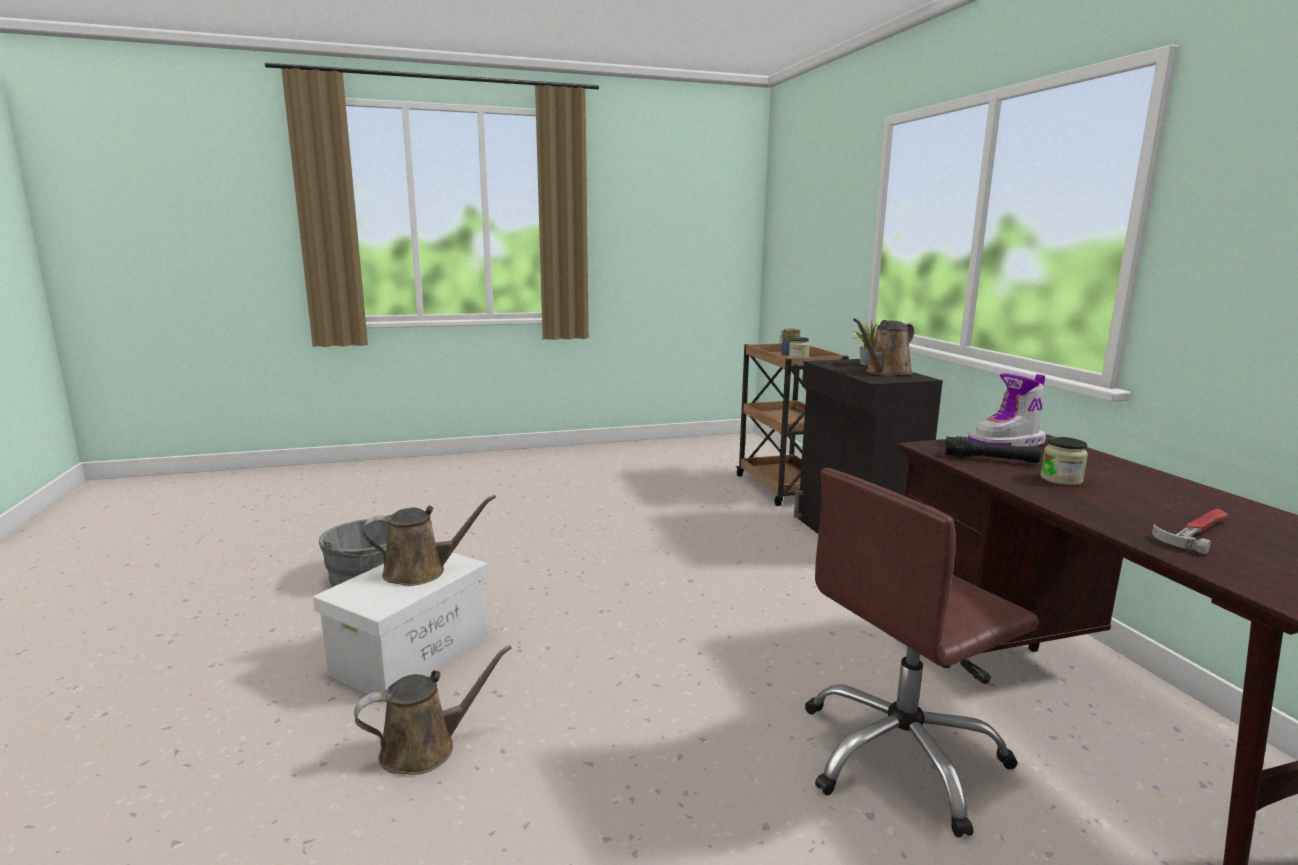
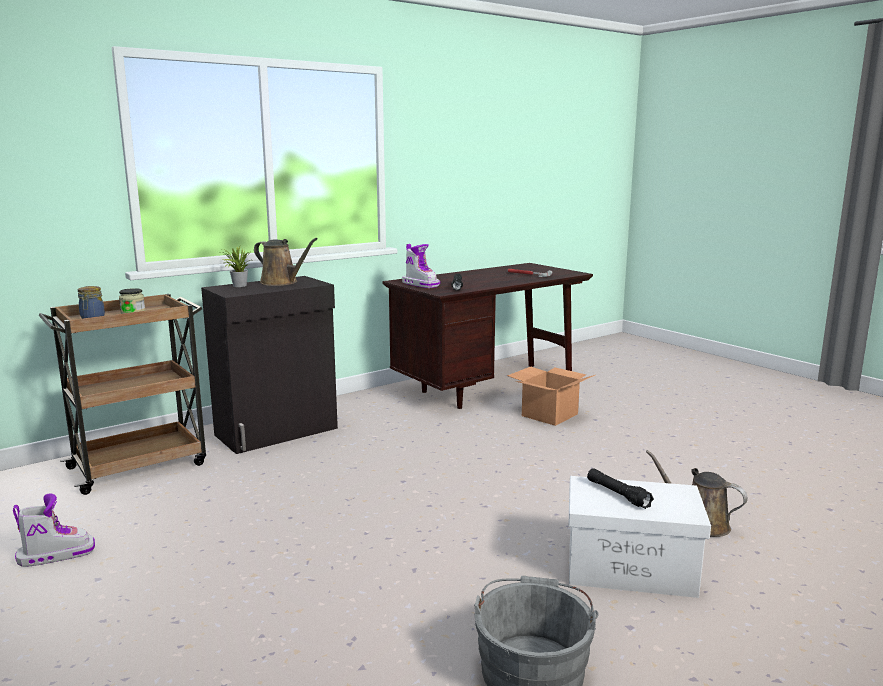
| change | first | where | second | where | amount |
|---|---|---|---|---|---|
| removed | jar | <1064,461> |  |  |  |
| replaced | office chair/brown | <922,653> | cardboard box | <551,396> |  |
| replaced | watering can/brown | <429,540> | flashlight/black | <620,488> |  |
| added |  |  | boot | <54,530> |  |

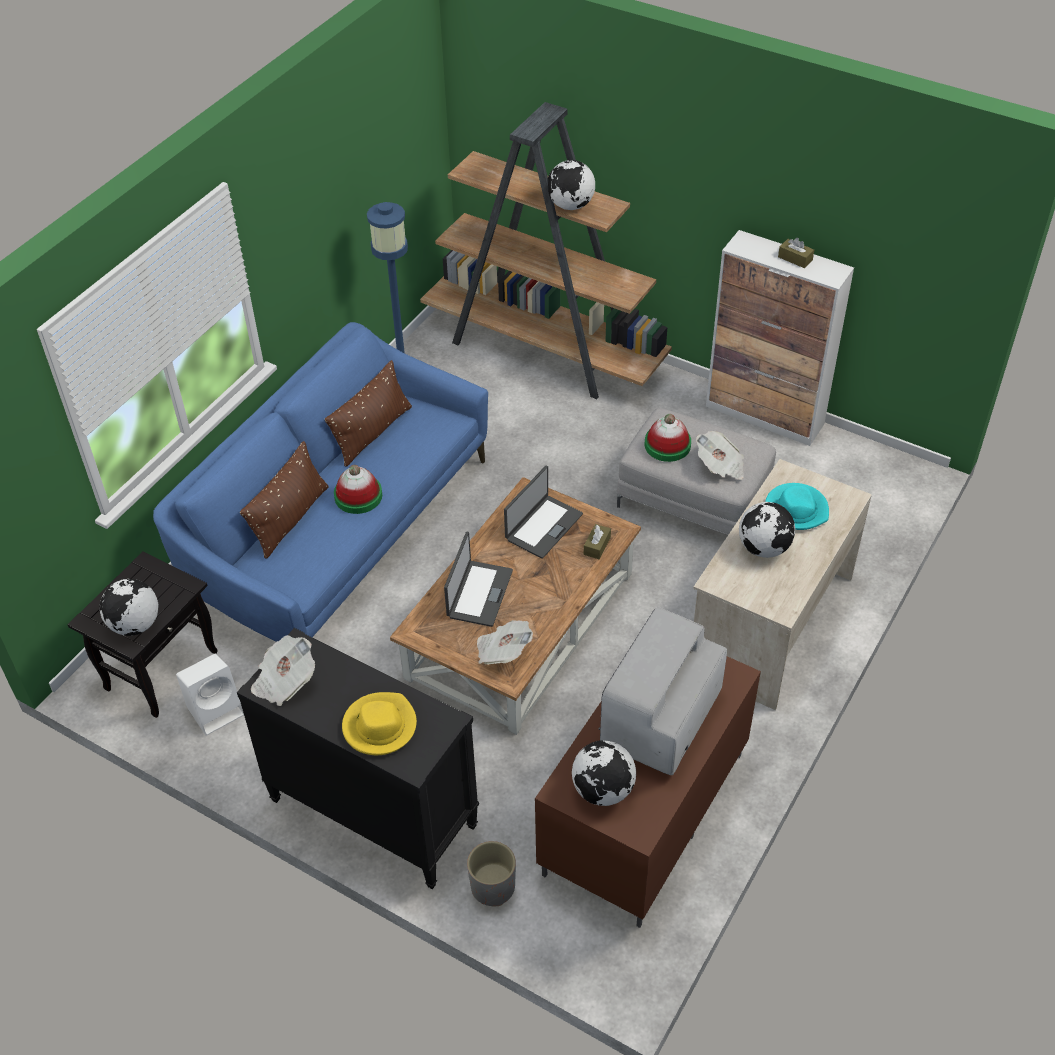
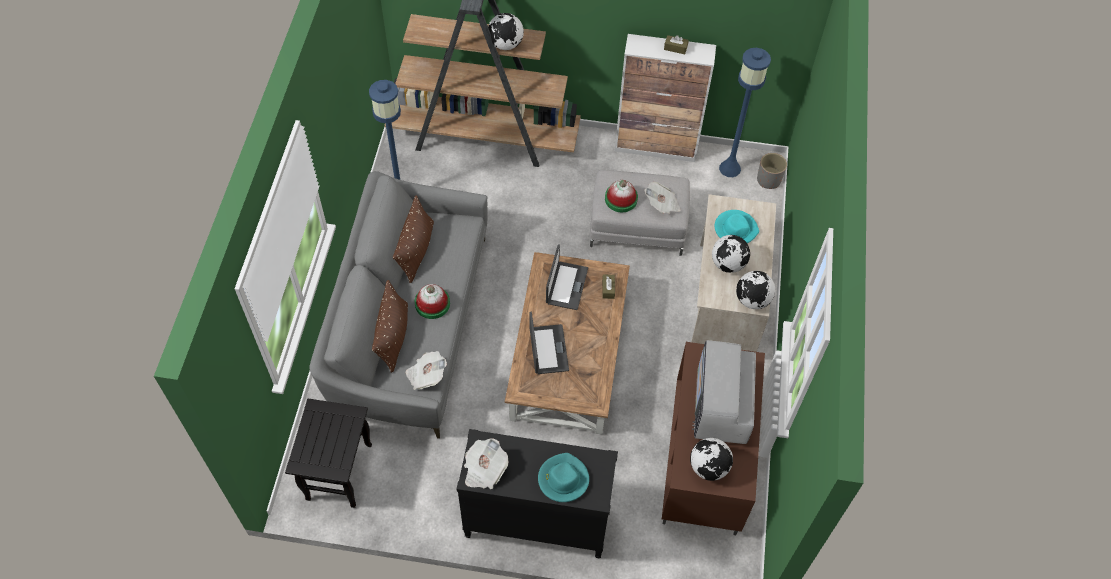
| change | first | where | second | where | amount |
|---|---|---|---|---|---|
| recoloured | sofa/blue | <320,482> | sofa/grey | <399,305> |  |
| moved | globe | <128,607> |  | <755,290> |  |
| moved | newspaper | <505,642> |  | <426,370> |  |
| removed | speaker/white | <210,695> |  |  |  |
| recoloured | hat/yellow | <379,723> | hat/turquoise | <563,477> |  |
| moved | planter/grey | <491,873> |  | <772,171> |  |
| added |  |  | floor lamp/blue | <745,112> |  |

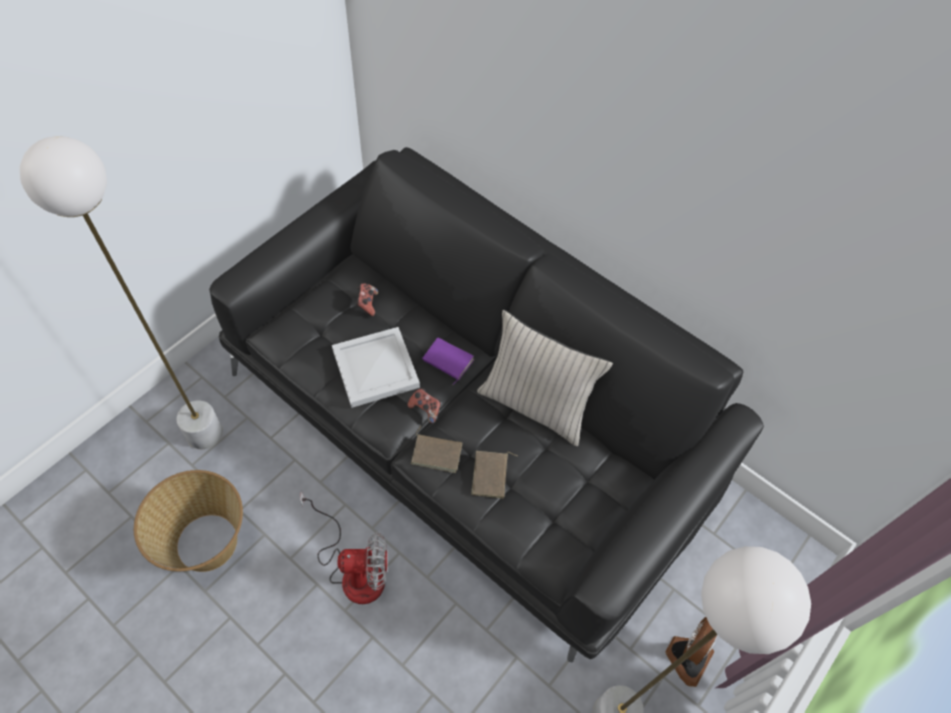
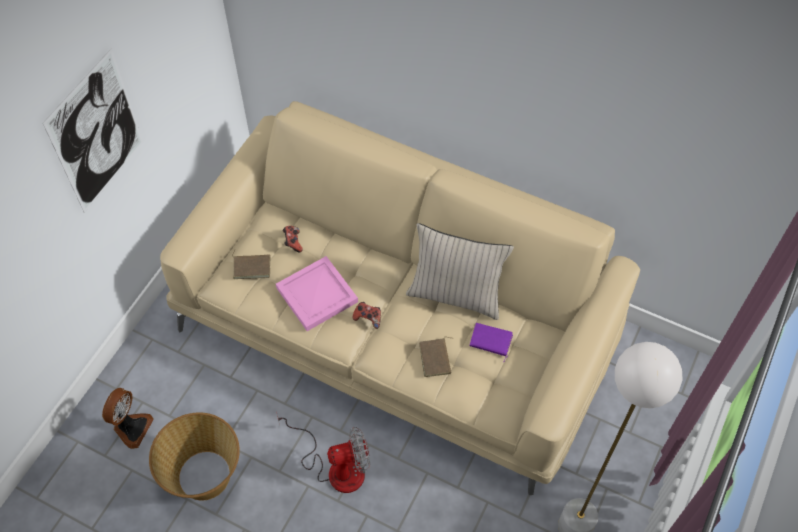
| change | first | where | second | where | amount |
|---|---|---|---|---|---|
| removed | floor lamp/white | <121,292> |  |  |  |
| recoloured | sofa/black | <486,404> | sofa/beige | <400,298> |  |
| recoloured | tray/white | <376,367> | tray/pink | <317,293> |  |
| moved | book/purple | <448,361> |  | <491,342> |  |
| moved | book/brown | <436,449> |  | <251,264> |  |
| moved | fan | <691,652> |  | <128,418> |  |
| added |  |  | picture | <93,130> |  |

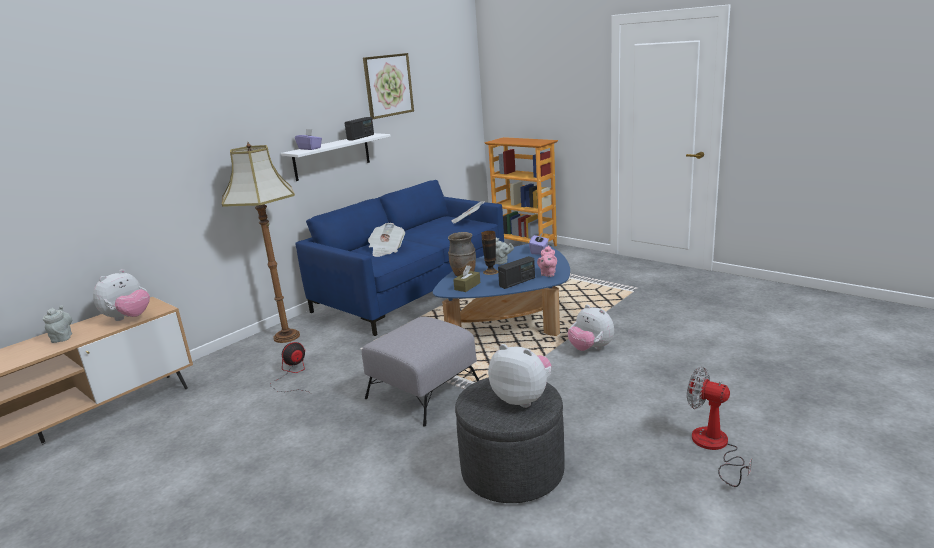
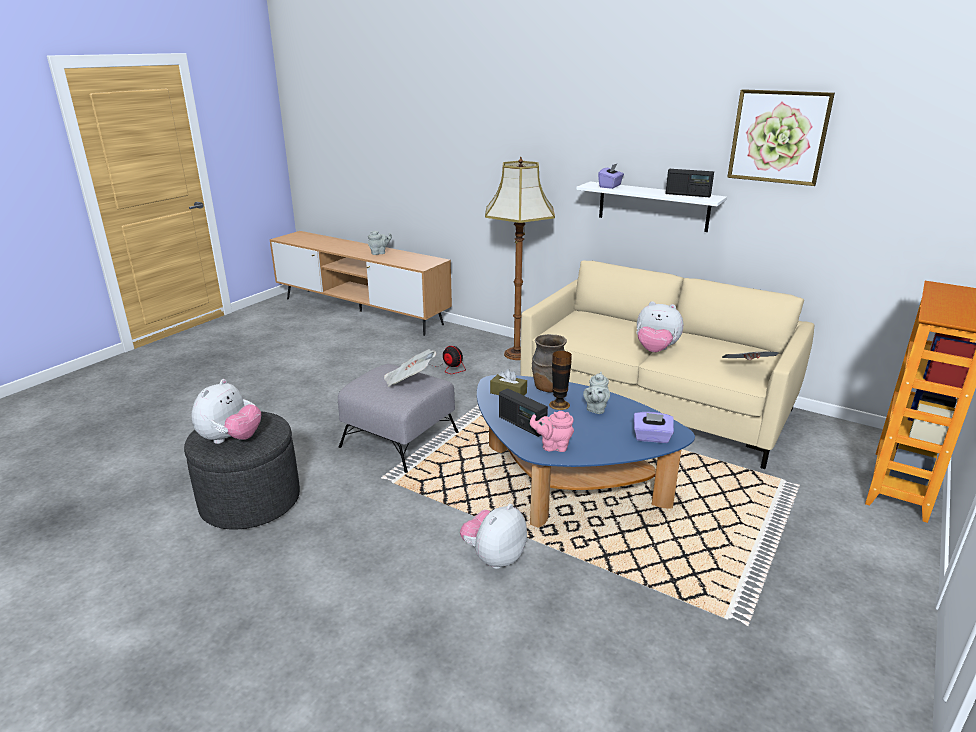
| change | first | where | second | where | amount |
|---|---|---|---|---|---|
| recoloured | sofa/blue | <399,258> | sofa/beige | <667,364> |  |
| moved | newspaper | <386,240> |  | <410,368> |  |
| moved | plush toy | <121,295> |  | <660,326> |  |
| removed | fan | <719,427> |  |  |  |

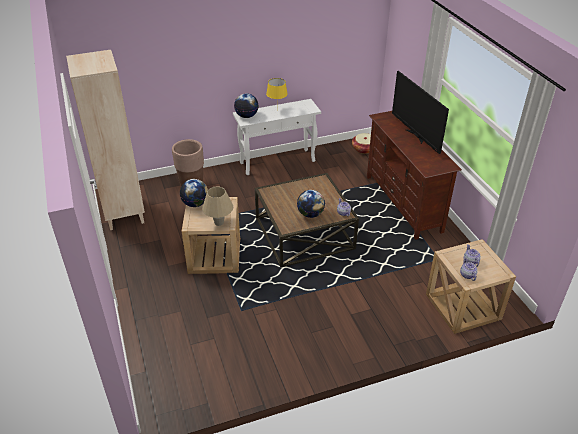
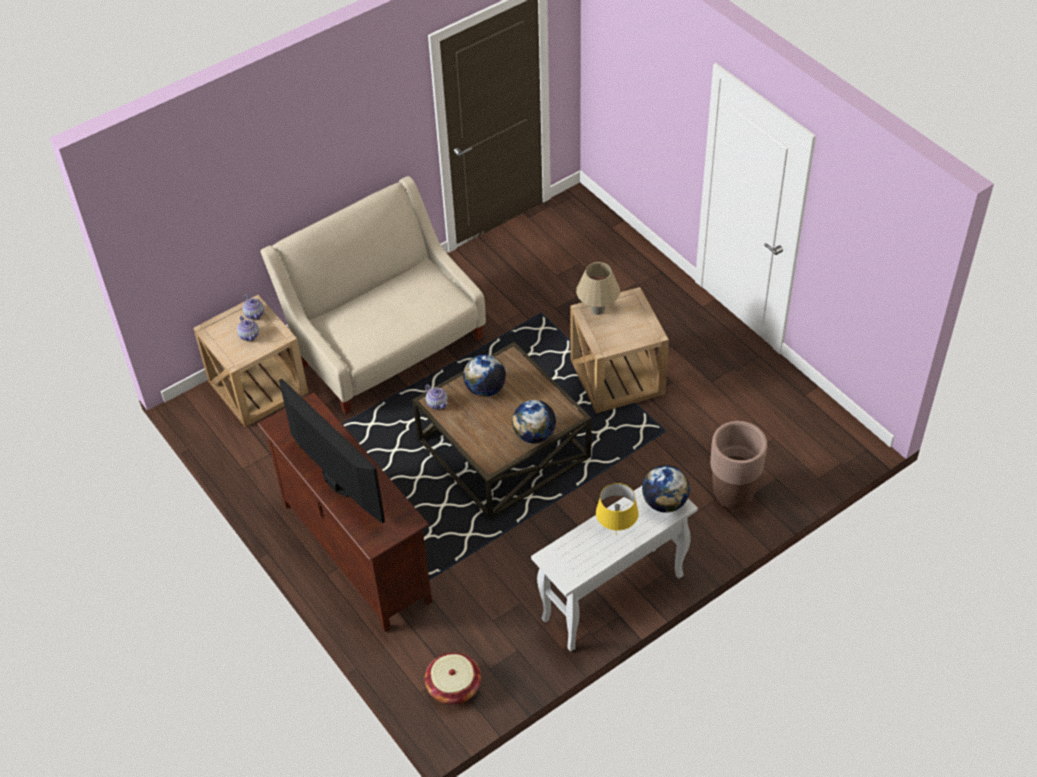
| change | first | where | second | where | amount |
|---|---|---|---|---|---|
| removed | bookcase/beige | <105,140> |  |  |  |
| moved | globe | <194,193> |  | <534,422> |  |
| added |  |  | sofa/beige | <373,295> |  |

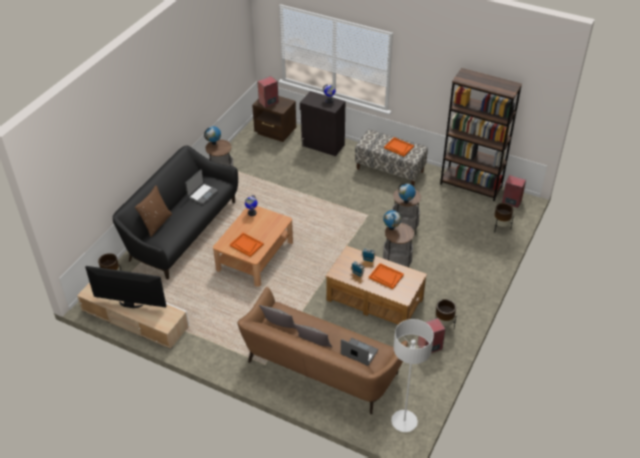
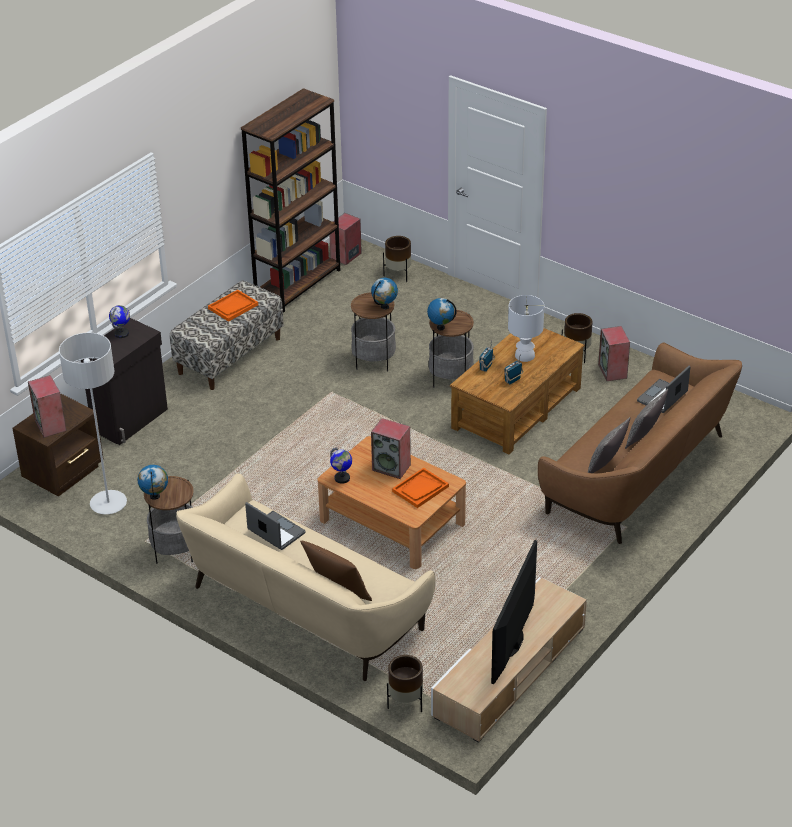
| change | first | where | second | where | amount |
|---|---|---|---|---|---|
| recoloured | sofa/black | <175,212> | sofa/beige | <305,577> |  |
| replaced | tray/orange | <386,276> | table lamp/white | <526,328> |  |
| moved | floor lamp/grey | <412,375> |  | <93,423> |  |
| added |  |  | speaker | <391,448> |  |

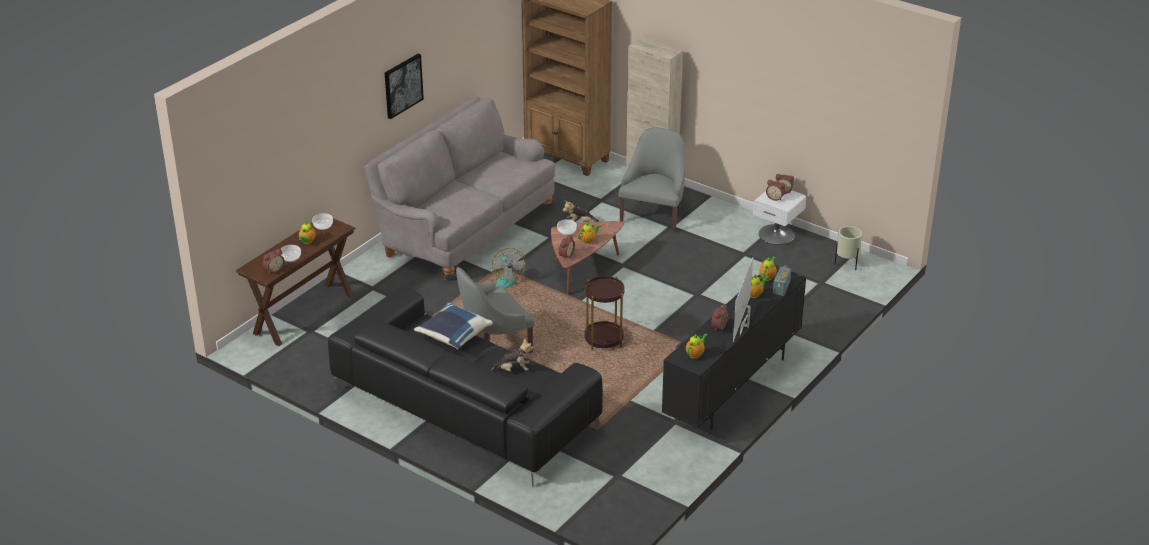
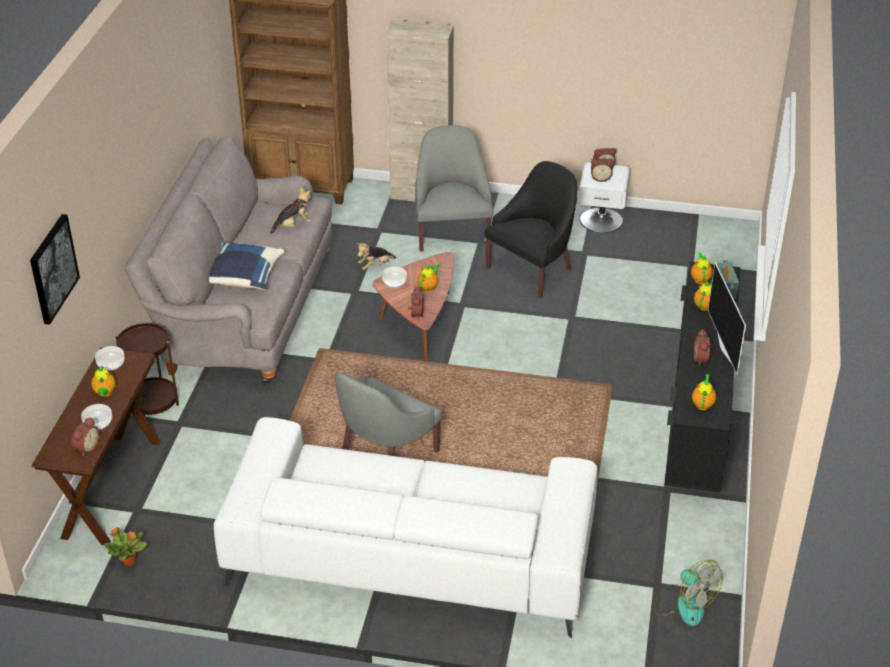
| change | first | where | second | where | amount |
|---|---|---|---|---|---|
| moved | picture | <404,86> |  | <55,269> |  |
| removed | planter/beige | <848,248> |  |  |  |
| moved | fan | <506,268> |  | <688,593> |  |
| moved | side table/brown | <604,313> |  | <147,369> |  |
| recoloured | sofa/black | <465,386> | sofa/white | <406,527> |  |
| moved | pillow/blue | <453,325> |  | <247,266> |  |
| moved | plush toy | <512,355> |  | <290,210> |  |
| added |  |  | armchair/black | <531,229> |  |
| added |  |  | potted plant | <125,546> |  |

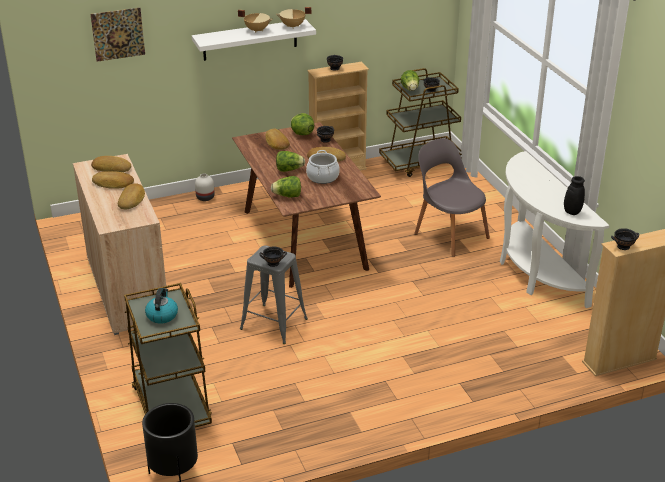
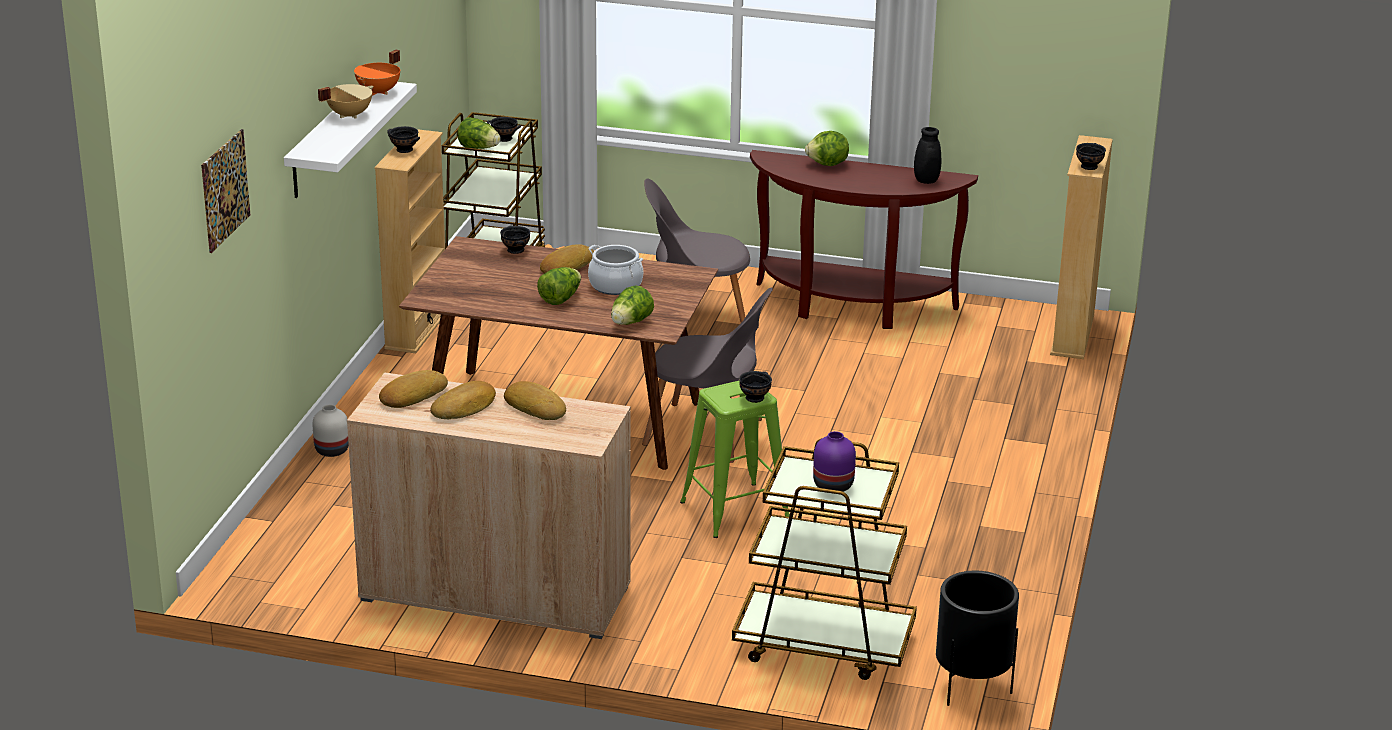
| change | first | where | second | where | amount |
|---|---|---|---|---|---|
| recoloured | cooking pot/beige | <293,17> | cooking pot/orange | <377,73> |  |
| moved | lettuce | <302,124> |  | <827,148> |  |
| removed | bread | <277,139> |  |  |  |
| recoloured | console table/white | <555,229> | console table/brown | <864,239> |  |
| recoloured | stool/grey | <274,294> | stool/green | <735,459> |  |
| replaced | kettle | <161,305> | vase/purple | <834,461> |  |
| added |  |  | chair/grey | <707,375> |  |

